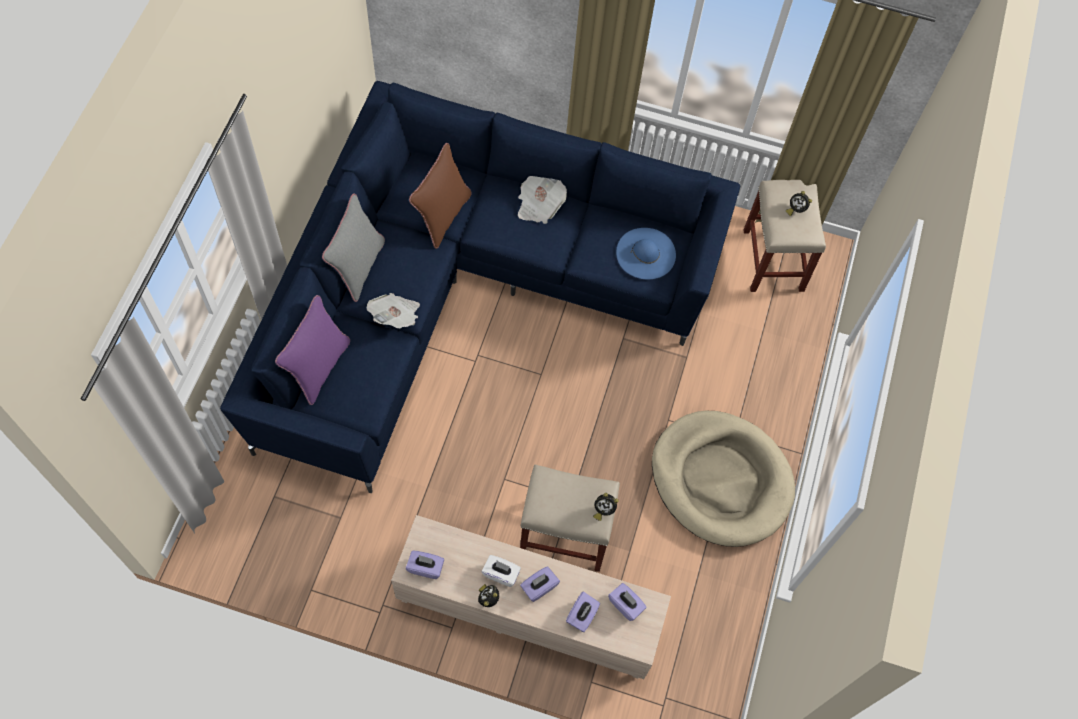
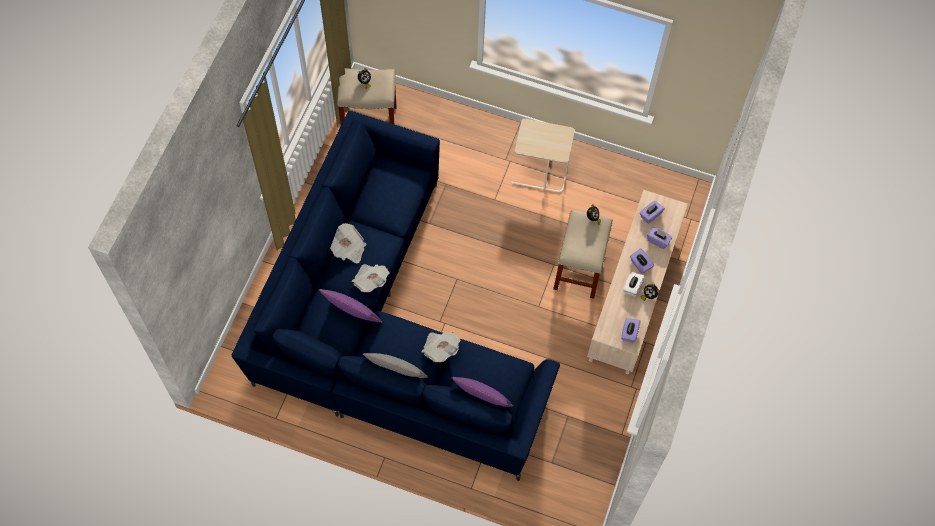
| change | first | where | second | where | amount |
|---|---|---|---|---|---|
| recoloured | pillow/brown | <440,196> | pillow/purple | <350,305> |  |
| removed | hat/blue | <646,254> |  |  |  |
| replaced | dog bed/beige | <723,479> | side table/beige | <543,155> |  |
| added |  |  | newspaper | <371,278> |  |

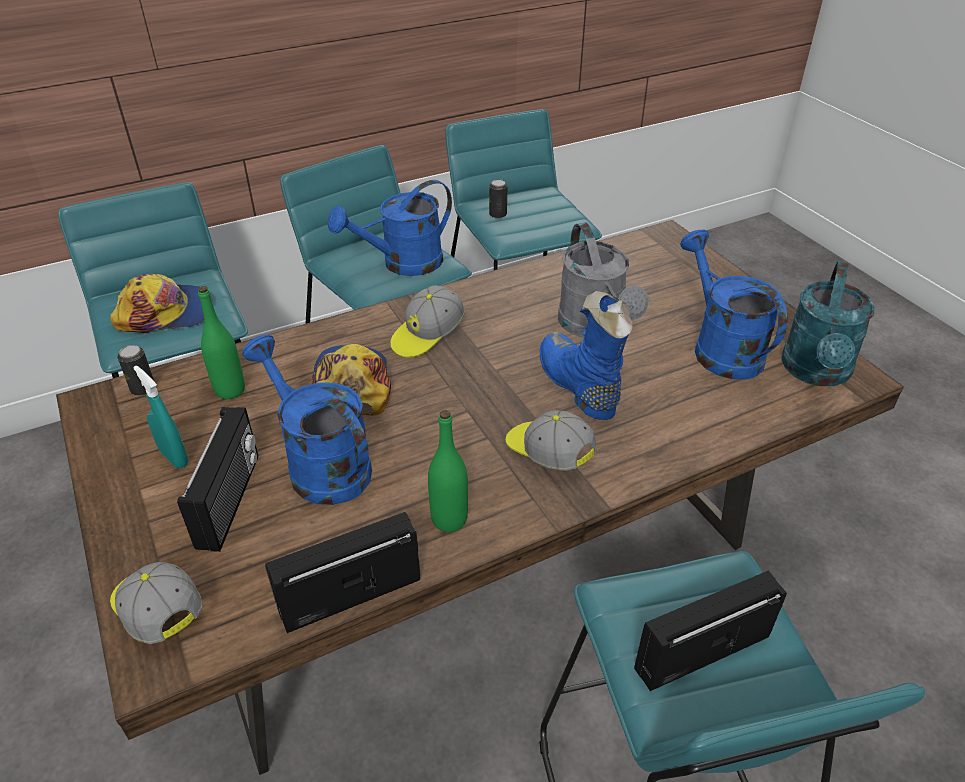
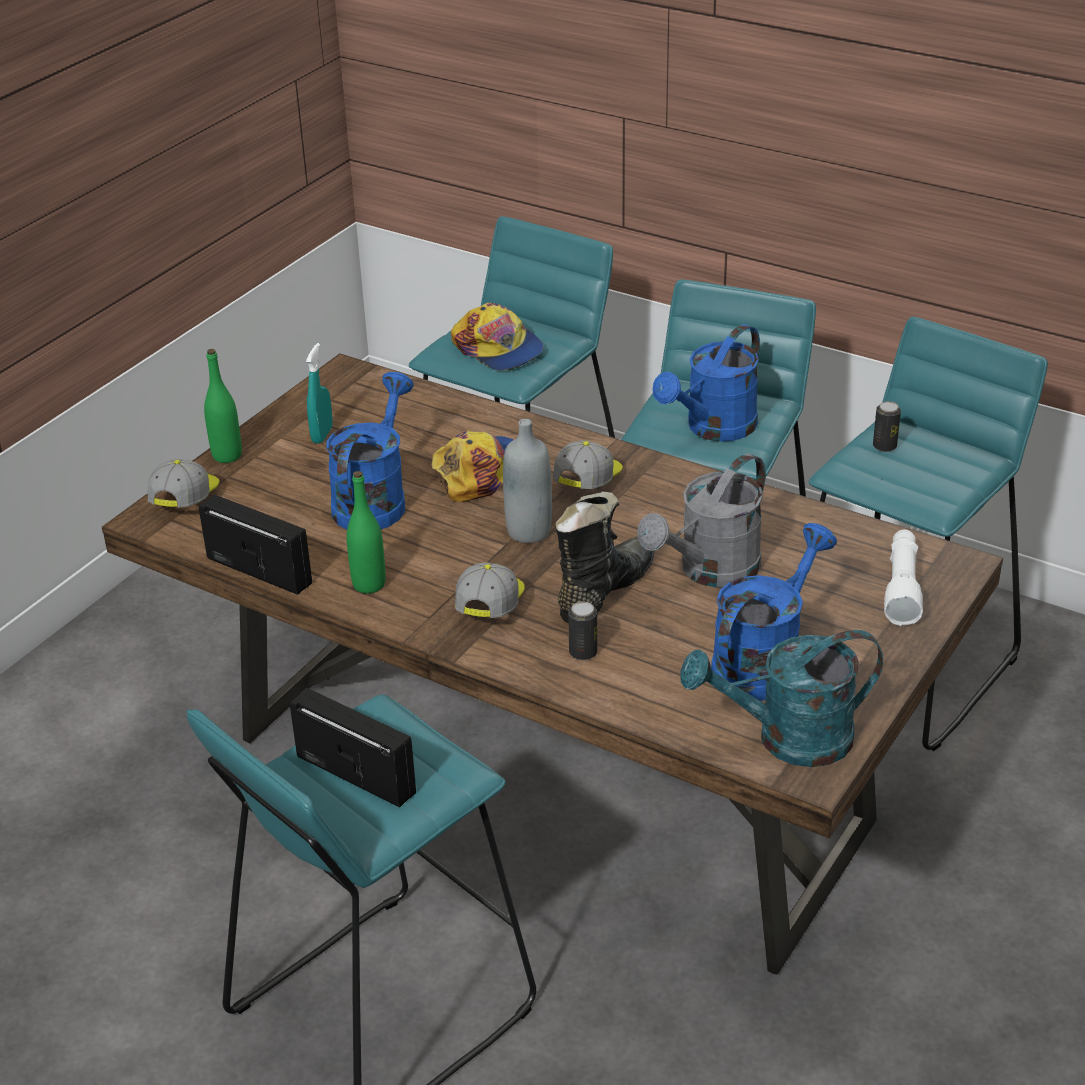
| change | first | where | second | where | amount |
|---|---|---|---|---|---|
| turned | watering can/blue | <389,228> |  | <706,383> | 75 degrees counterclockwise |
| turned | cap | <428,321> |  | <587,464> | 105 degrees clockwise |
| moved | bottle/green | <221,342> |  | <223,406> |  |
| recoloured | boot/blue | <586,355> | boot/black | <604,558> |  |
| moved | can | <136,370> |  | <582,630> |  |
| removed | radio | <217,479> |  |  |  |
| added |  |  | bottle/grey | <527,481> |  |
| added |  |  | flashlight/white | <903,578> |  |

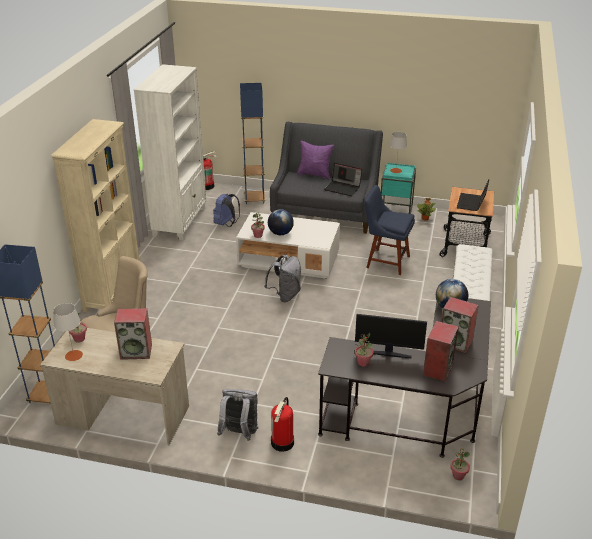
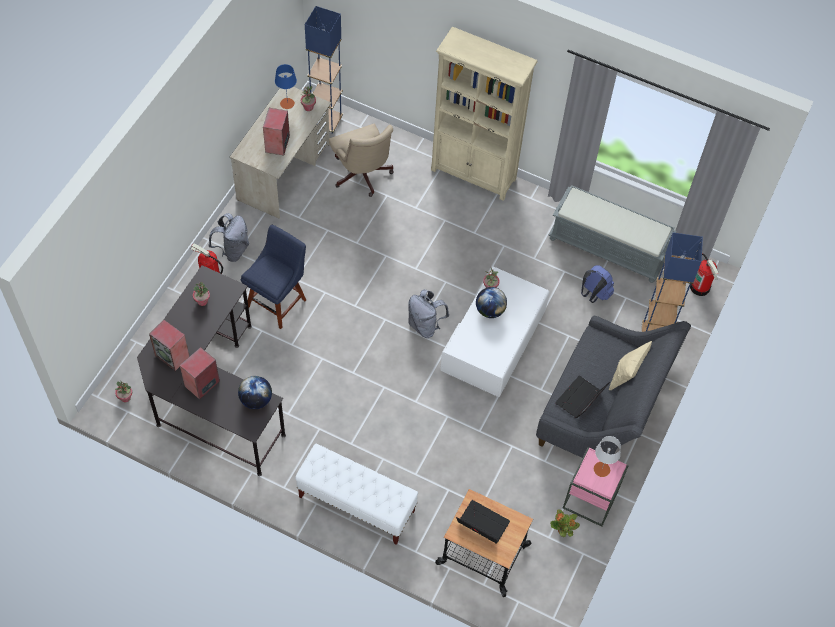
| change | first | where | second | where | amount |
|---|---|---|---|---|---|
| replaced | bookcase/white | <170,152> | bench/grey | <613,234> |  |
| recoloured | pillow/purple | <315,160> | pillow/beige | <630,365> |  |
| recoloured | side table/turquoise | <398,188> | side table/pink | <595,487> |  |
| moved | chair/blue | <389,230> |  | <273,277> |  |
| recoloured | table lamp/grey | <68,332> | table lamp/blue | <286,86> |  |
| removed | monitor | <391,336> |  |  |  |

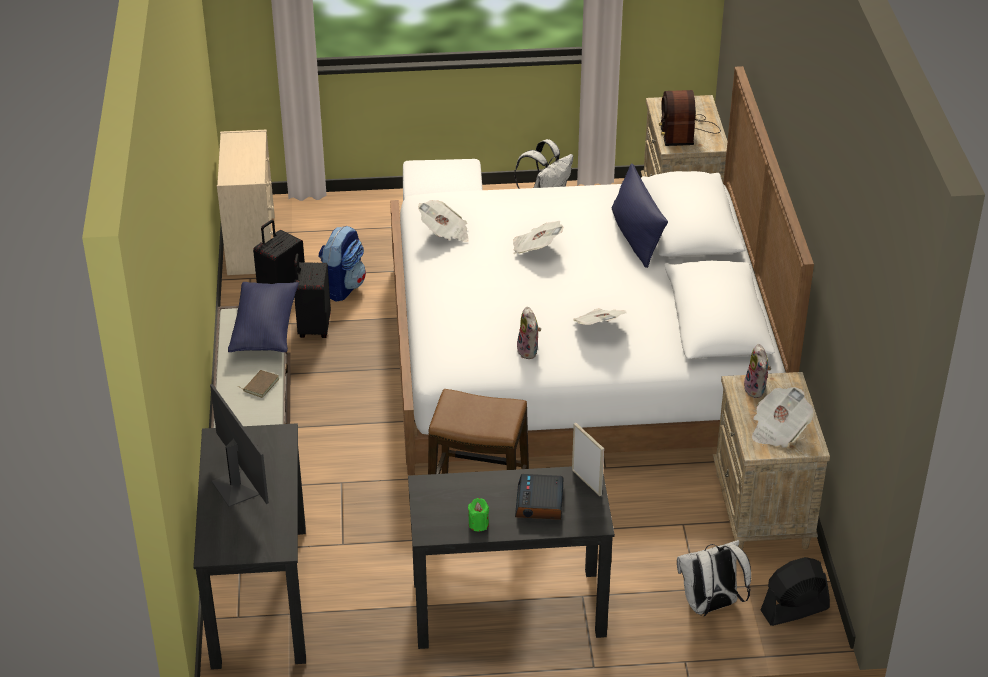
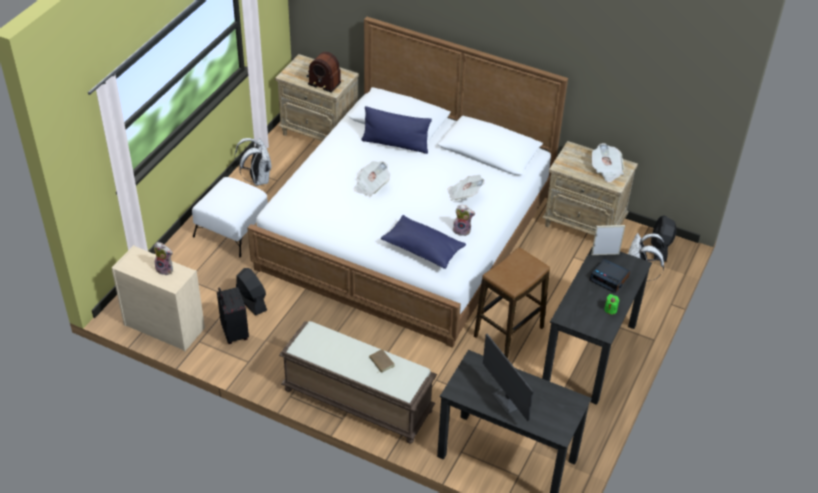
| change | first | where | second | where | amount |
|---|---|---|---|---|---|
| removed | newspaper | <443,221> |  |  |  |
| replaced | backpack | <342,263> | fan/black | <251,292> |  |
| removed | suitcase/black | <312,296> |  |  |  |
| moved | pillow/blue | <263,317> |  | <423,242> |  |
| moved | plush toy | <757,371> |  | <163,258> |  |
| turned | monitor | <239,445> |  | <508,377> | 120 degrees counterclockwise |

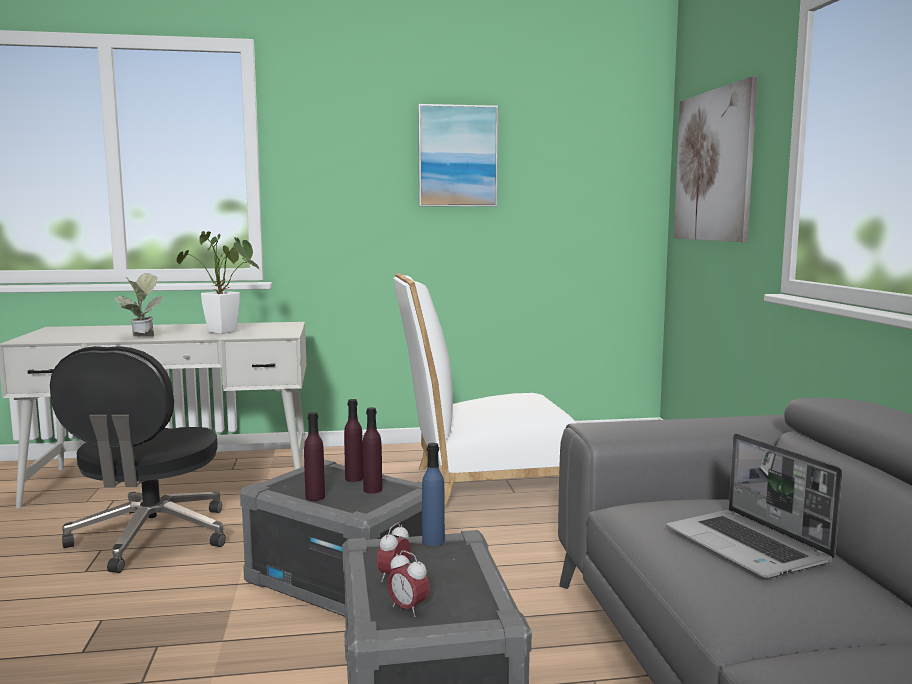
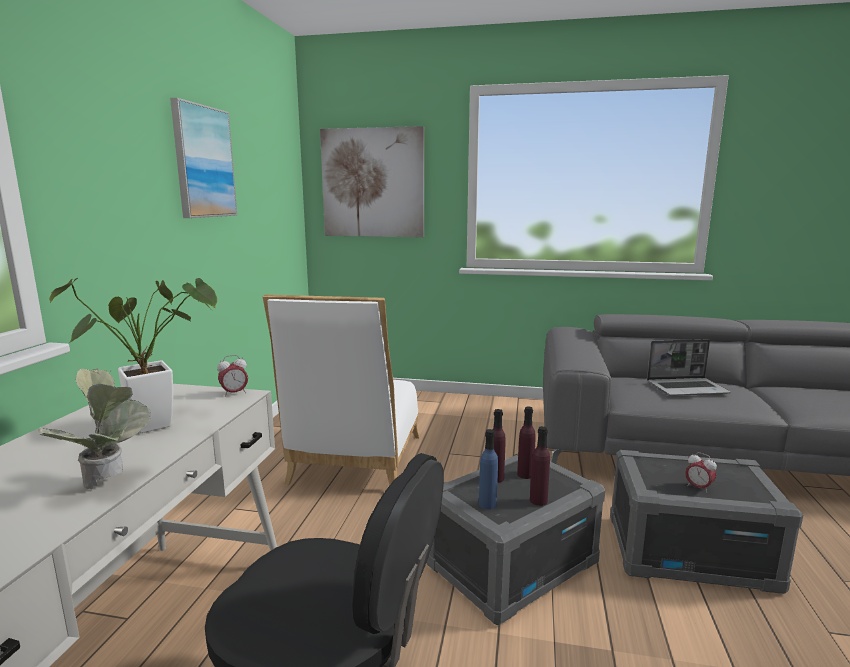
| change | first | where | second | where | amount |
|---|---|---|---|---|---|
| moved | bottle/blue | <433,494> |  | <488,469> |  |
| moved | alarm clock | <408,583> |  | <232,376> |  |

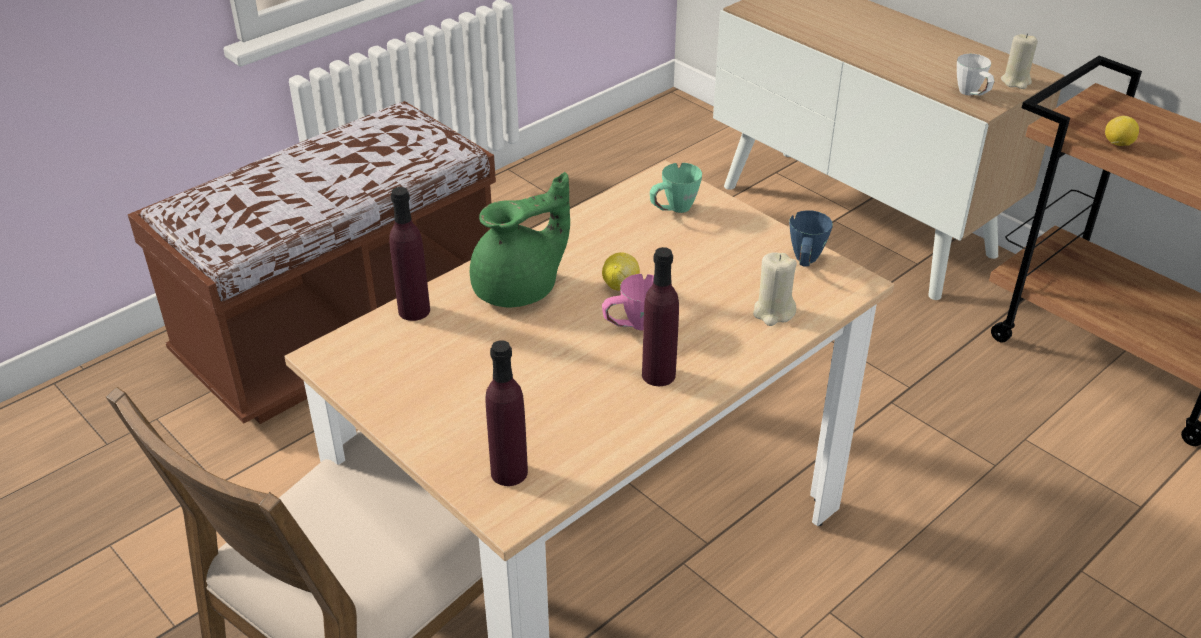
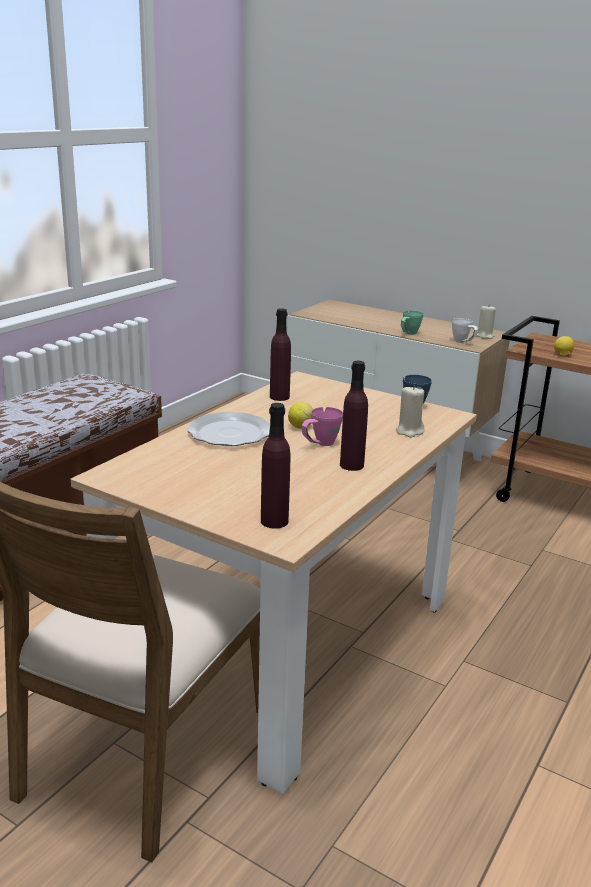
| change | first | where | second | where | amount |
|---|---|---|---|---|---|
| moved | mug/green | <676,188> |  | <412,322> |  |
| replaced | teapot/green | <520,239> | plate | <228,429> |  |
| moved | bottle/purple | <409,254> |  | <280,354> |  |

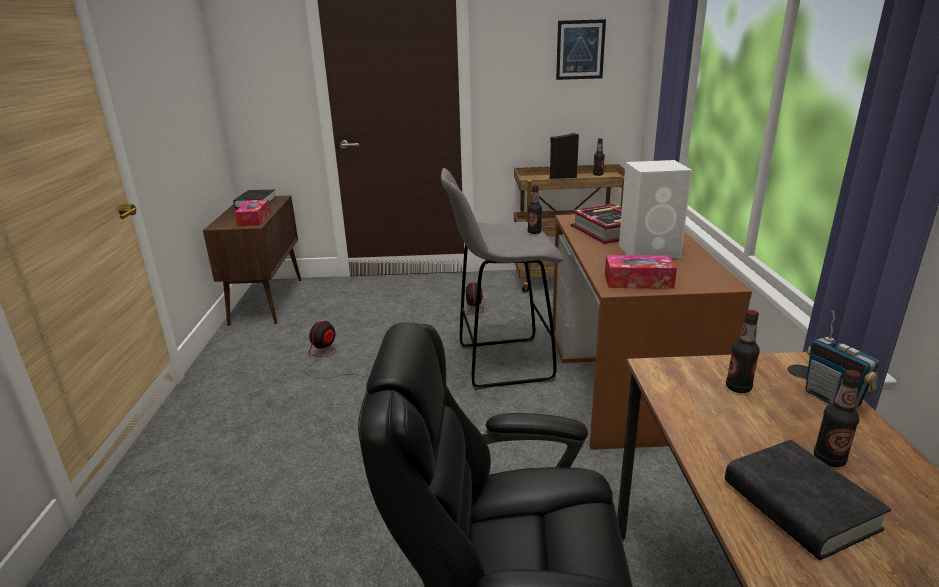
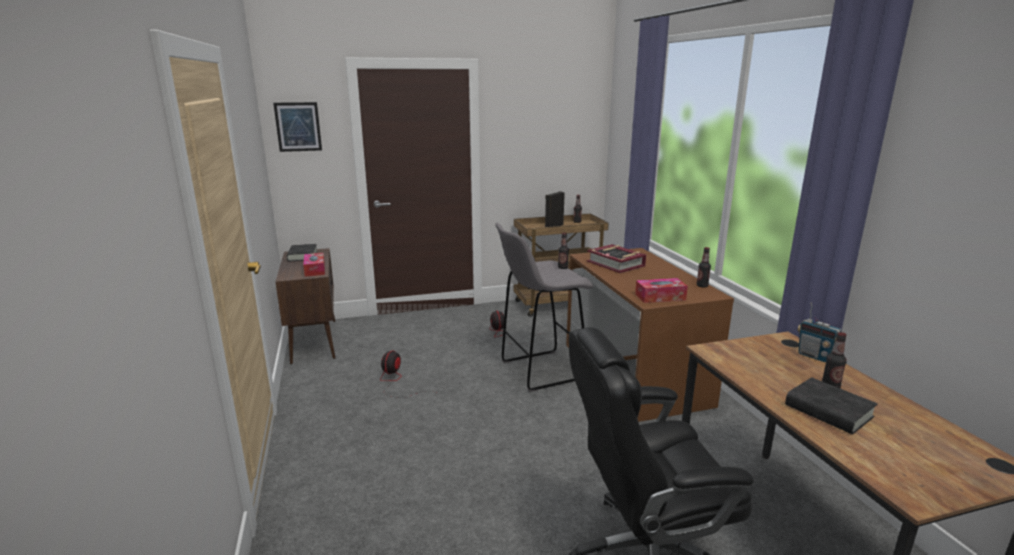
| change | first | where | second | where | amount |
|---|---|---|---|---|---|
| moved | picture | <581,49> |  | <297,127> |  |
| removed | speaker/white | <655,209> |  |  |  |
| moved | bottle | <743,351> |  | <703,267> |  |

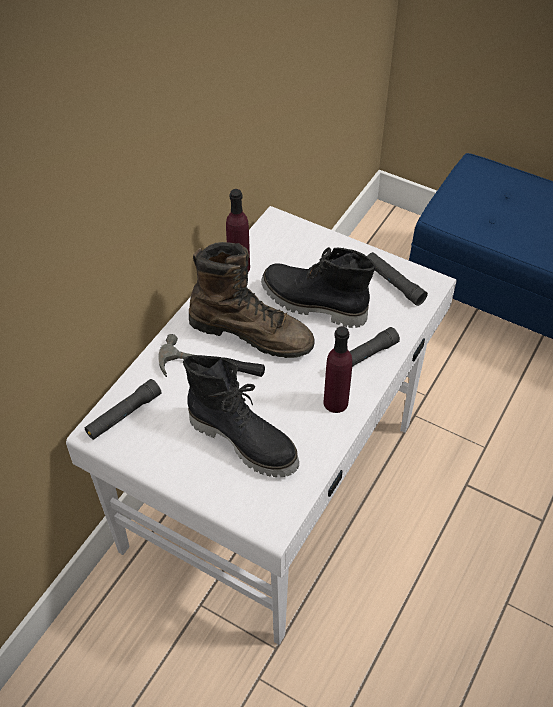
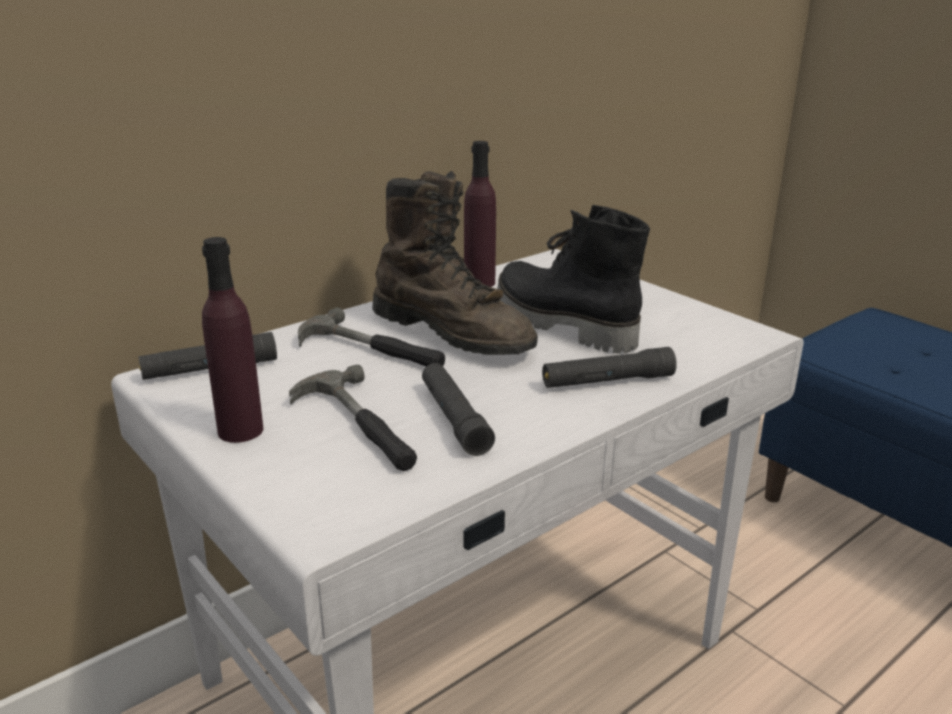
| change | first | where | second | where | amount |
|---|---|---|---|---|---|
| moved | flashlight/black | <397,279> |  | <458,409> |  |
| moved | bottle/purple | <338,369> |  | <232,340> |  |
| replaced | boot/black | <241,416> | hammer | <353,417> |  |

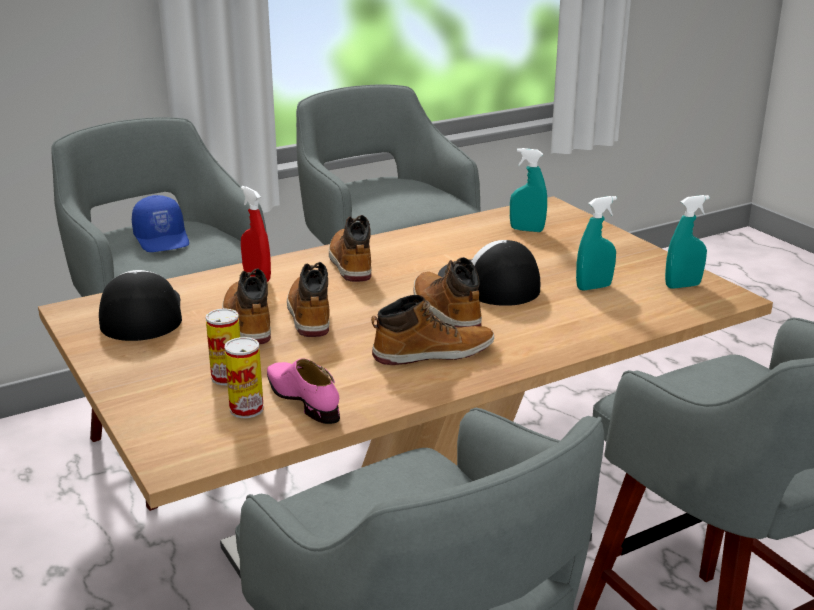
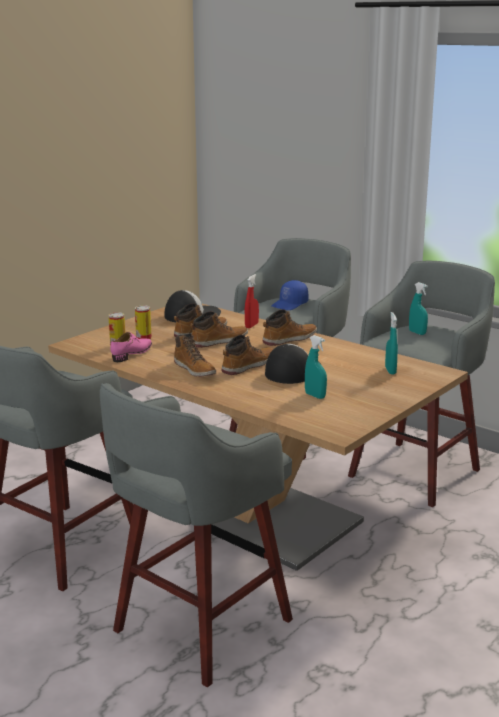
| change | first | where | second | where | amount |
|---|---|---|---|---|---|
| moved | spray bottle/turquoise | <687,242> |  | <418,308> |  |

